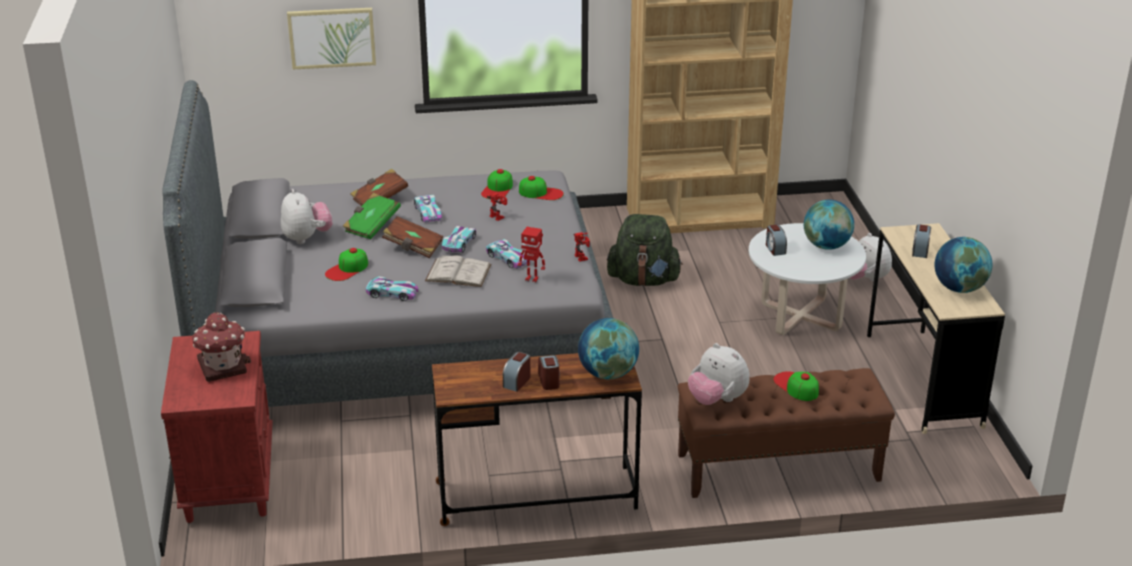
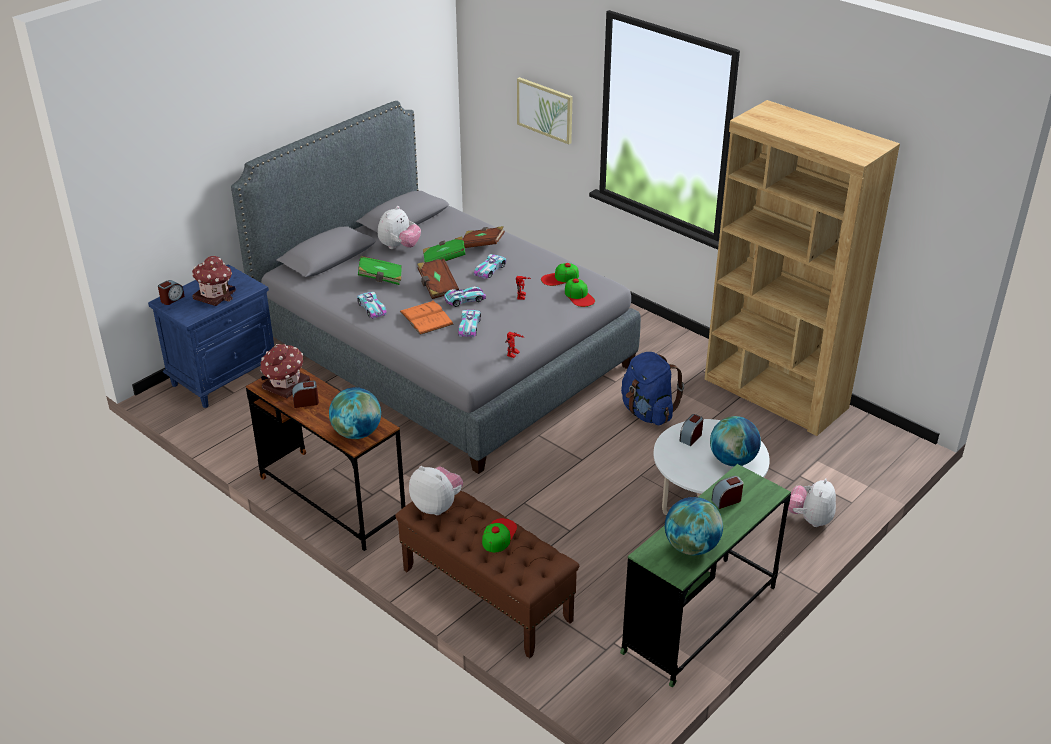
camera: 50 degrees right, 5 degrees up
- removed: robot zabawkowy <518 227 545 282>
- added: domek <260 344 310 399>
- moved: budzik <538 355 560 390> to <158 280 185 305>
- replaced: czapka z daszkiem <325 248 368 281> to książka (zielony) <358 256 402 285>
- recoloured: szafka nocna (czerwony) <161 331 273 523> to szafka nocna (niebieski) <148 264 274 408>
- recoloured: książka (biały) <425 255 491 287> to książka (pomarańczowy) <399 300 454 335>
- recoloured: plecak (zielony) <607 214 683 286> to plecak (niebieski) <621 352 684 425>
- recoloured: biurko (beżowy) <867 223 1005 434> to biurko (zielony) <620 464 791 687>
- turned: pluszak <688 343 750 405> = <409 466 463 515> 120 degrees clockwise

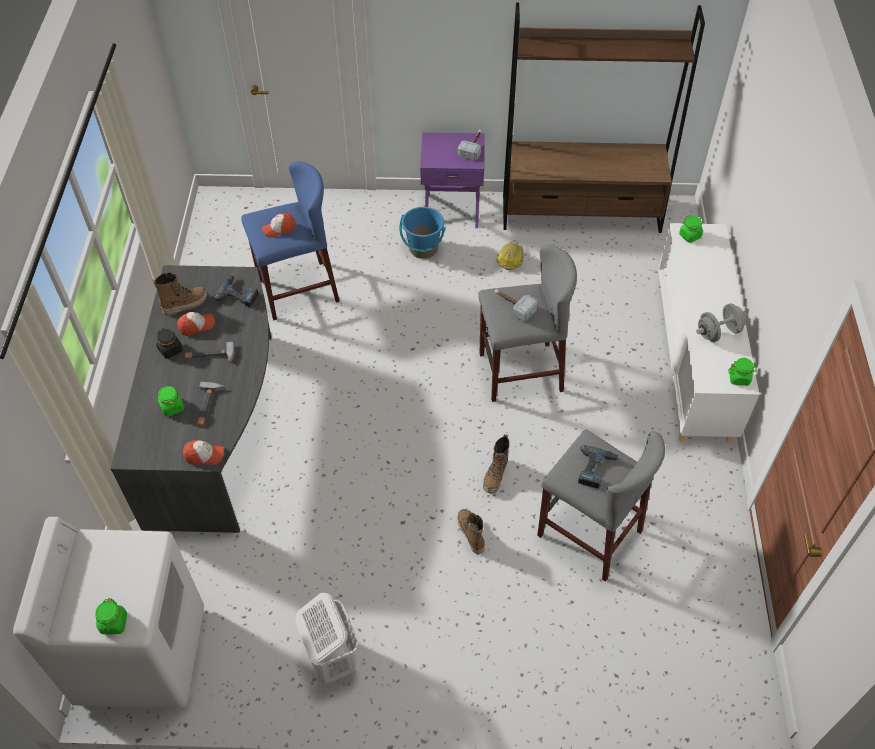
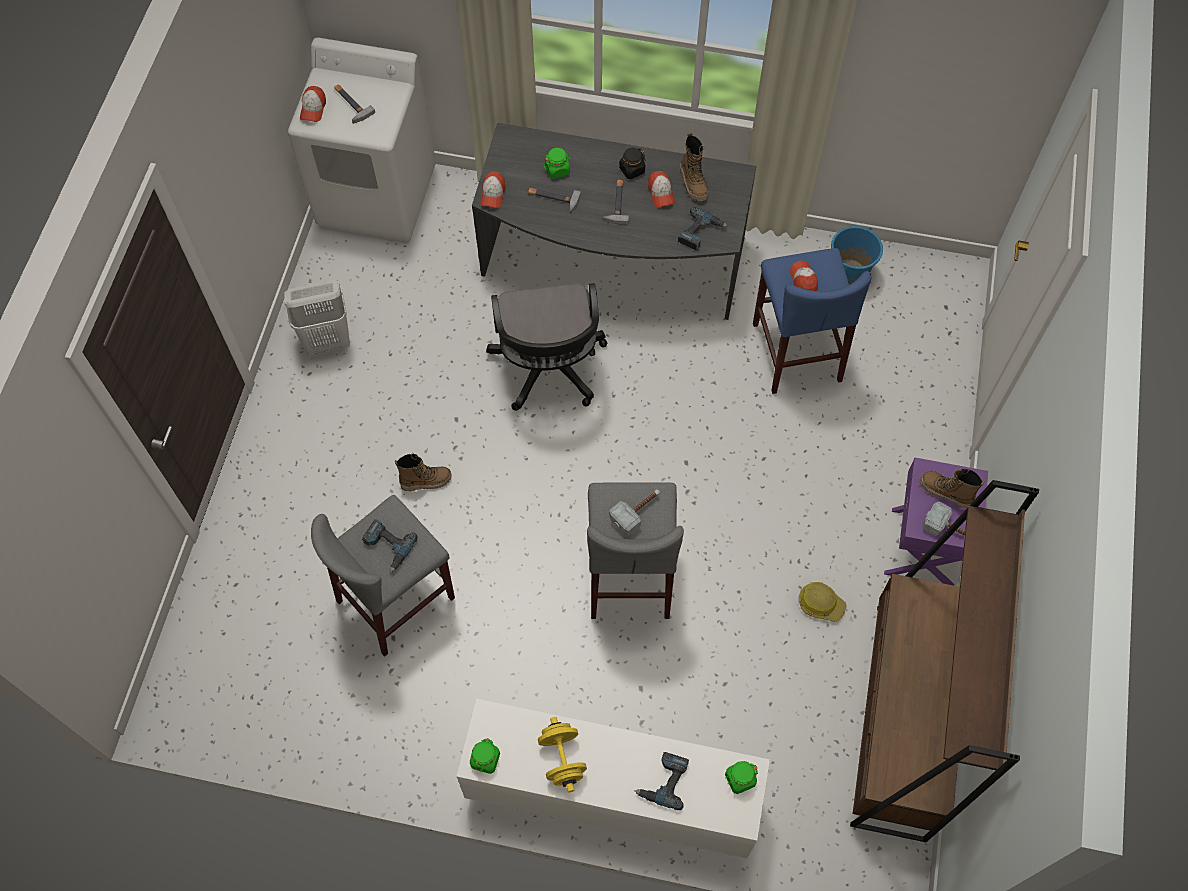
camera: 100 degrees right, 10 degrees up
- added: młotek <334 84 375 124>
- added: krzesło biurowe (czarny) <486 283 607 411>
- added: wiertarka <635 752 689 810>
- moved: wiadro (niebieski) <399 207 446 259> to <831 226 883 285>
- moved: but z cholewką <483 434 509 494> to <919 469 984 508>
- replaced: słoik (zielony) <95 598 127 634> to czapka z daszkiem <300 86 326 122>
- recoloured: hantel (szary) <696 303 747 342> to hantel (żółty) <538 717 587 792>

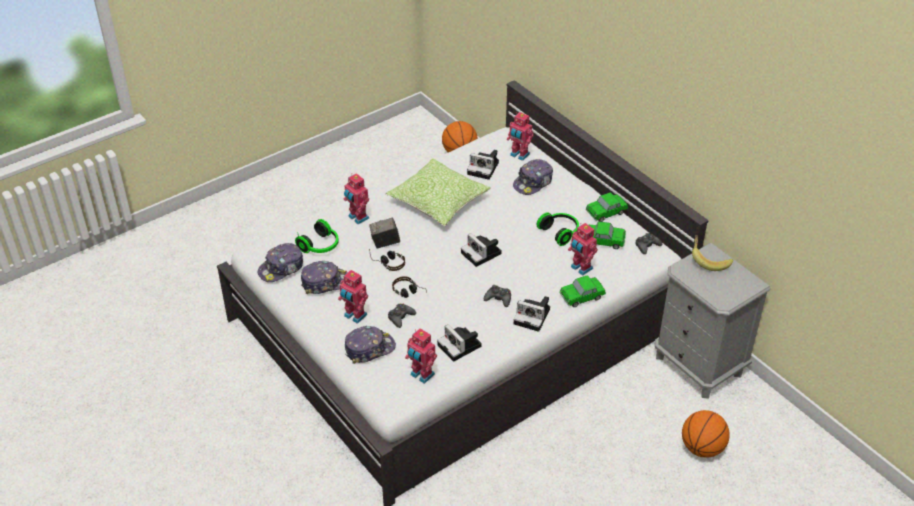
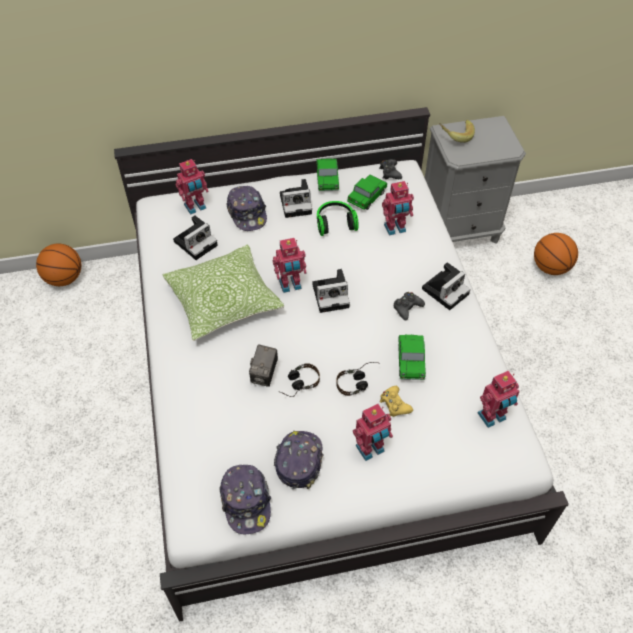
camera: 65 degrees left, 10 degrees up
- removed: słuchawki <295 219 339 253>
- removed: czapka z daszkiem <345 326 396 364>
- moved: robot zabawkowy <344 173 369 224> to <273 238 306 293>
- moved: aparat fotograficzny <437 324 482 362> to <280 179 312 218>
- moved: samochodzik <559 275 606 307> to <398 335 426 380>
- recoloured: pad do gier (czarny) <388 303 416 328> to pad do gier (żółty) <380 386 413 417>

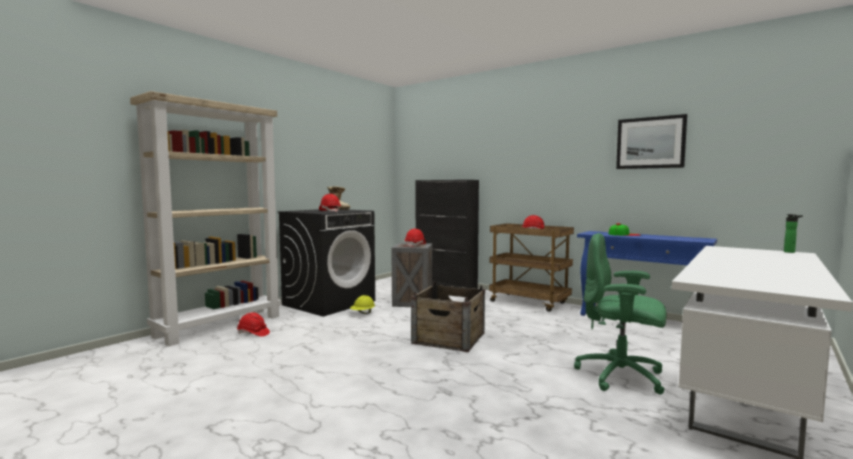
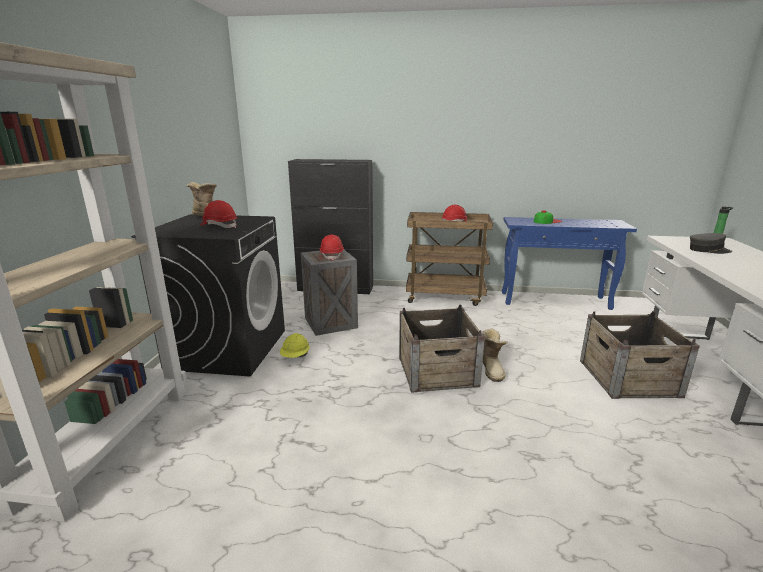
camera: 30 degrees left, 15 degrees up
- removed: kask (czerwony) <237 313 270 337>
- removed: obraz <616 114 687 169>
- added: but z cholewką <483 328 508 382>
- added: czapka z daszkiem (szary) <690 233 732 254>
- replaced: krzesło biurowe (zielony) <574 233 667 395> to skrzynka <580 311 700 399>

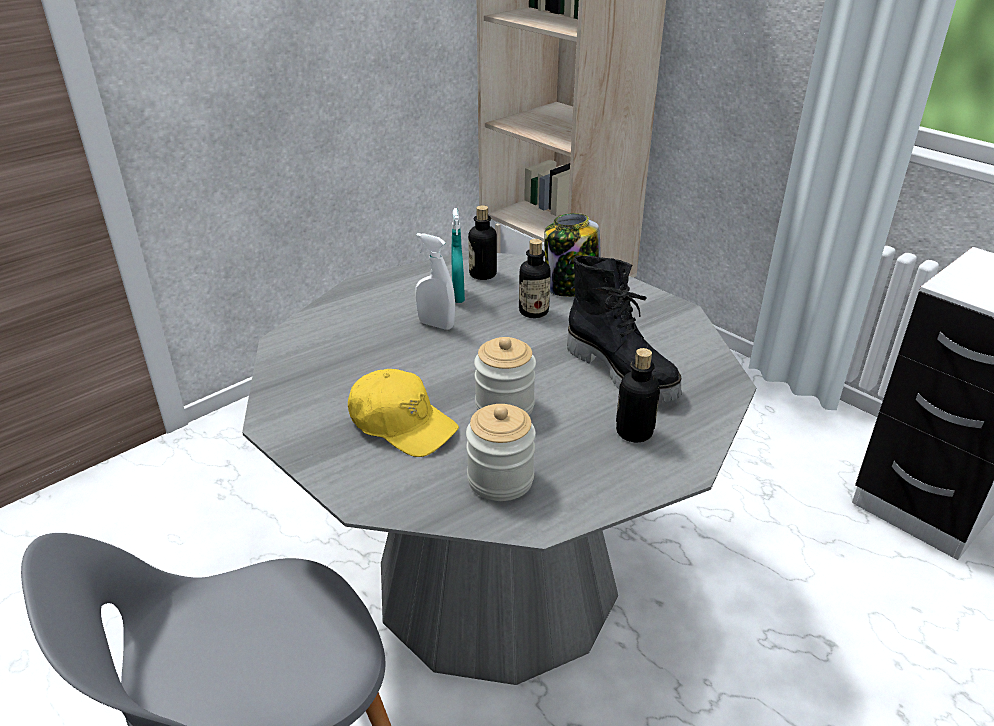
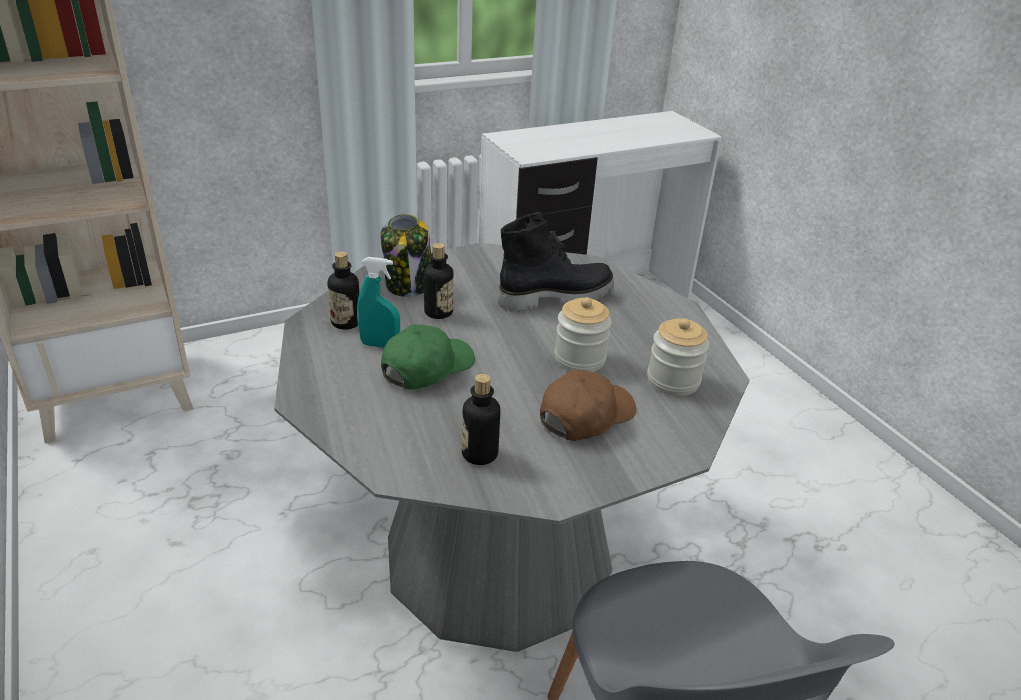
camera: 75 degrees left, 0 degrees up
- moved: butelka <616 348 660 442> to <462 374 500 465>
- replaced: spryskiwacz (biały) <415 233 455 330> to czapka z daszkiem (zielony) <381 324 475 390>
- recoloured: czapka z daszkiem (żółty) <348 369 459 457> to czapka z daszkiem (brązowy) <540 370 636 441>

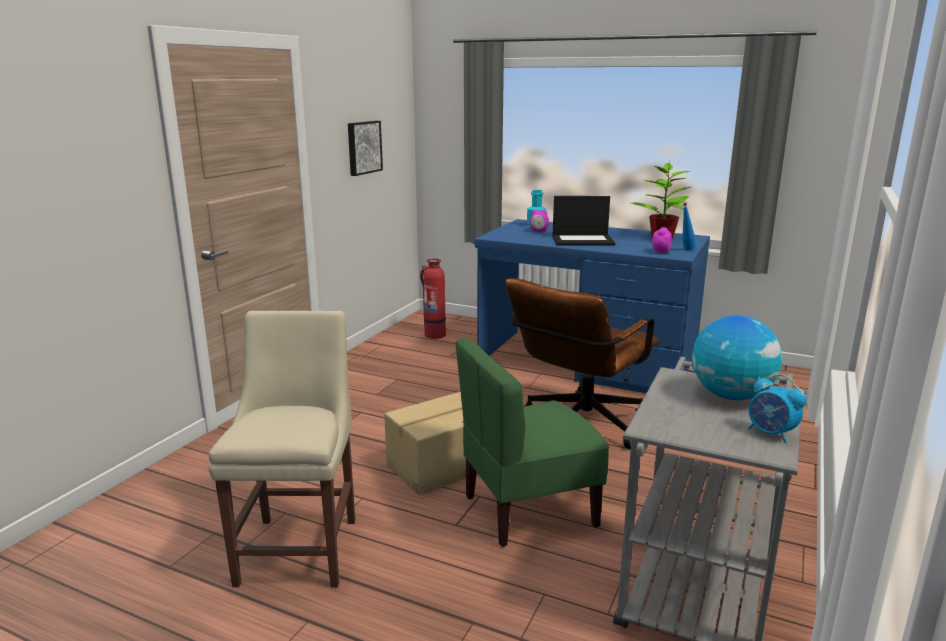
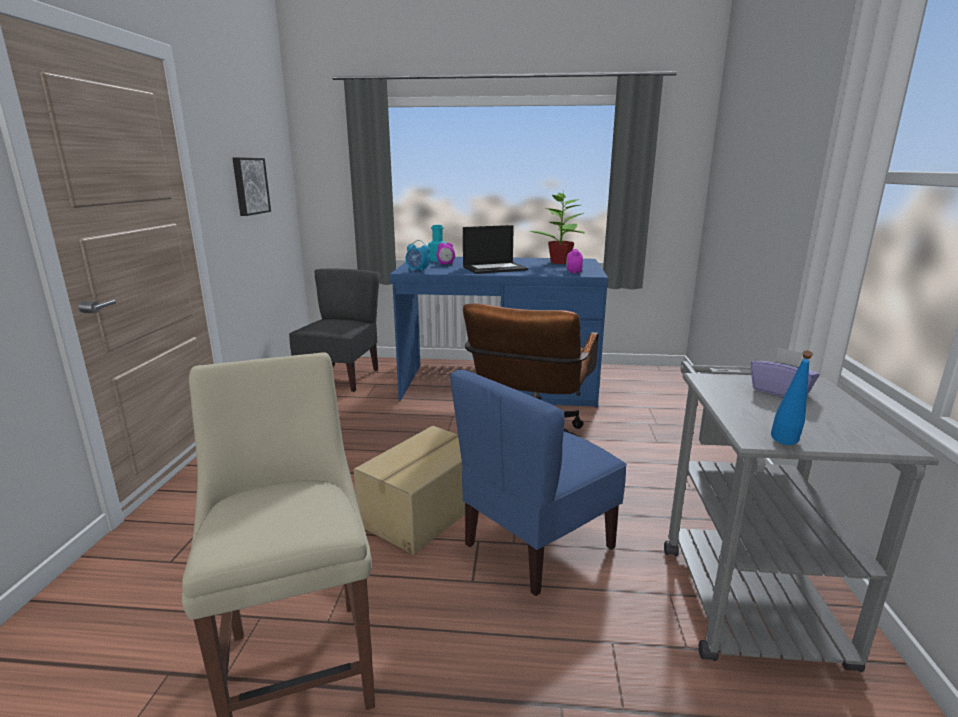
camera: 20 degrees left, 0 degrees up
- moved: butelka (niebieski) <682 203 696 251> to <771 351 813 445>
- moved: budzik <748 374 807 443> to <406 240 430 272>
- replaced: gaśnica <420 259 446 339> to krzesło (szary) <289 268 380 392>
- replaced: globus <692 315 782 400> to pudełko chusteczek (fioletowy) <751 347 820 397>
- recoloured: krzesło (zielony) <455 338 609 547> to krzesło (niebieski) <450 370 627 596>

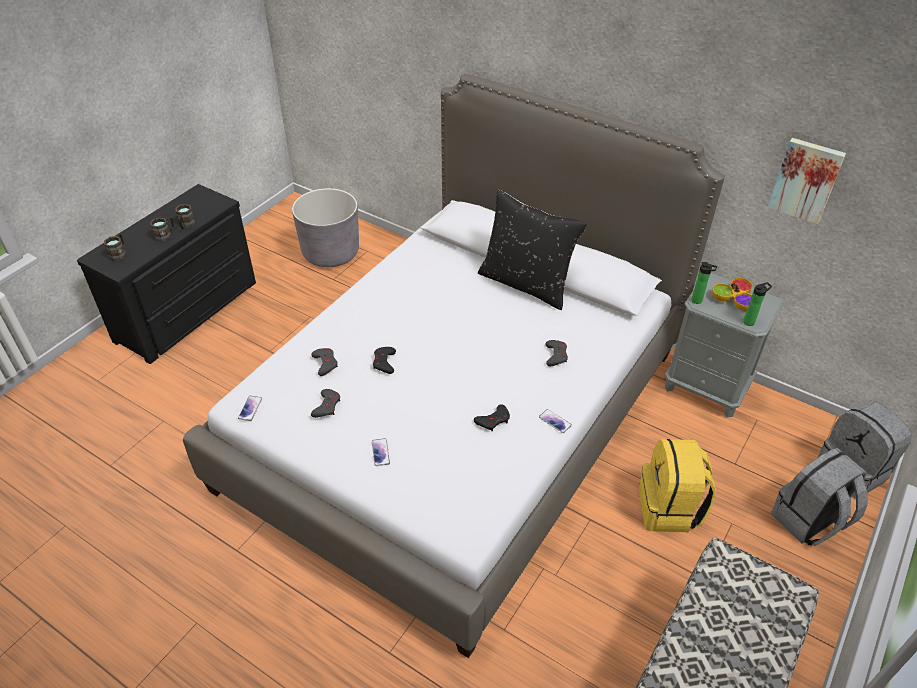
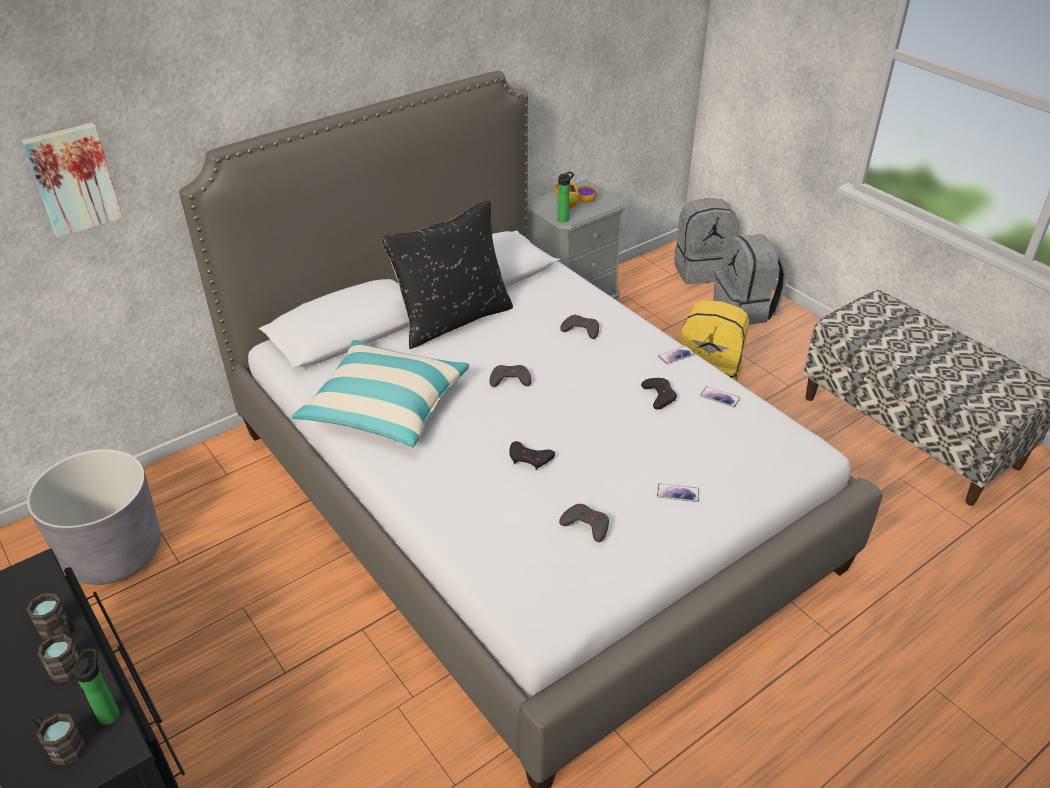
camera: 70 degrees left, 5 degrees down
- added: poduszka <292 339 470 447>
- moved: telefon <238 396 262 421> to <700 386 740 407>
- moved: pad do gier (szary) <311 348 338 376> to <490 365 532 387>
- moved: butelka <743 282 772 326> to <73 649 120 725>
- moved: obraz <768 138 846 224> to <21 123 123 237>

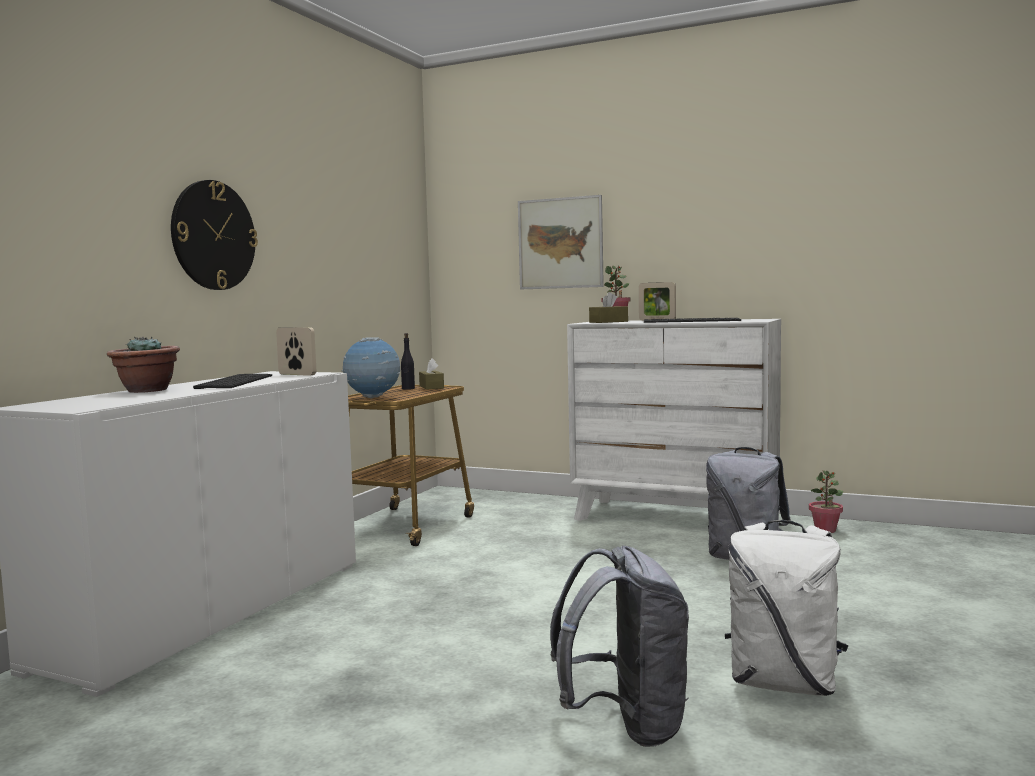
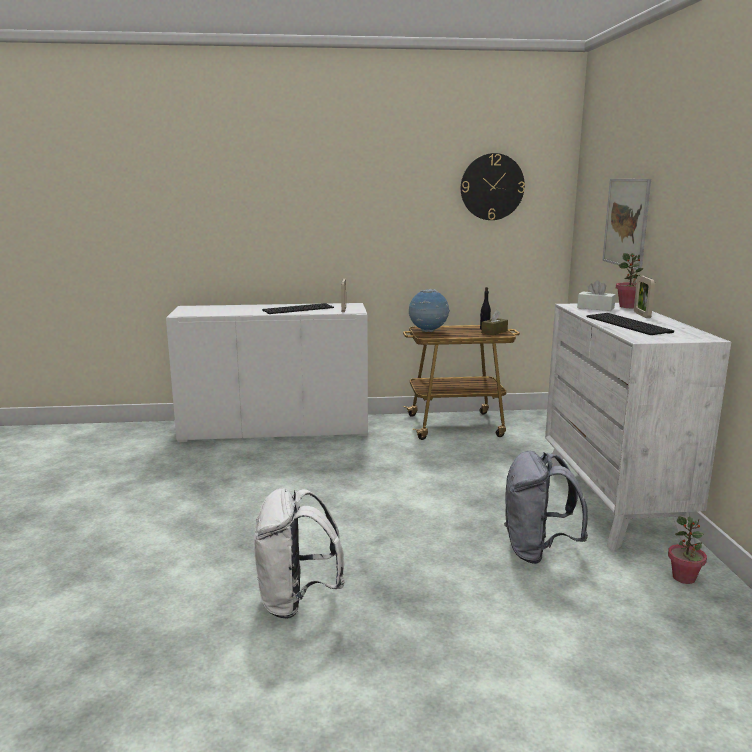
camera: 60 degrees right, 10 degrees up
- removed: roślina doniczkowa <107 336 180 393>
- removed: plecak (szary) <550 546 689 747>
- moved: zegar ścienny <171 180 258 290> to <461 153 525 220>
- recoloured: pudełko chusteczek (brązowy) <589 292 628 323> to pudełko chusteczek (biały) <577 280 616 311>

